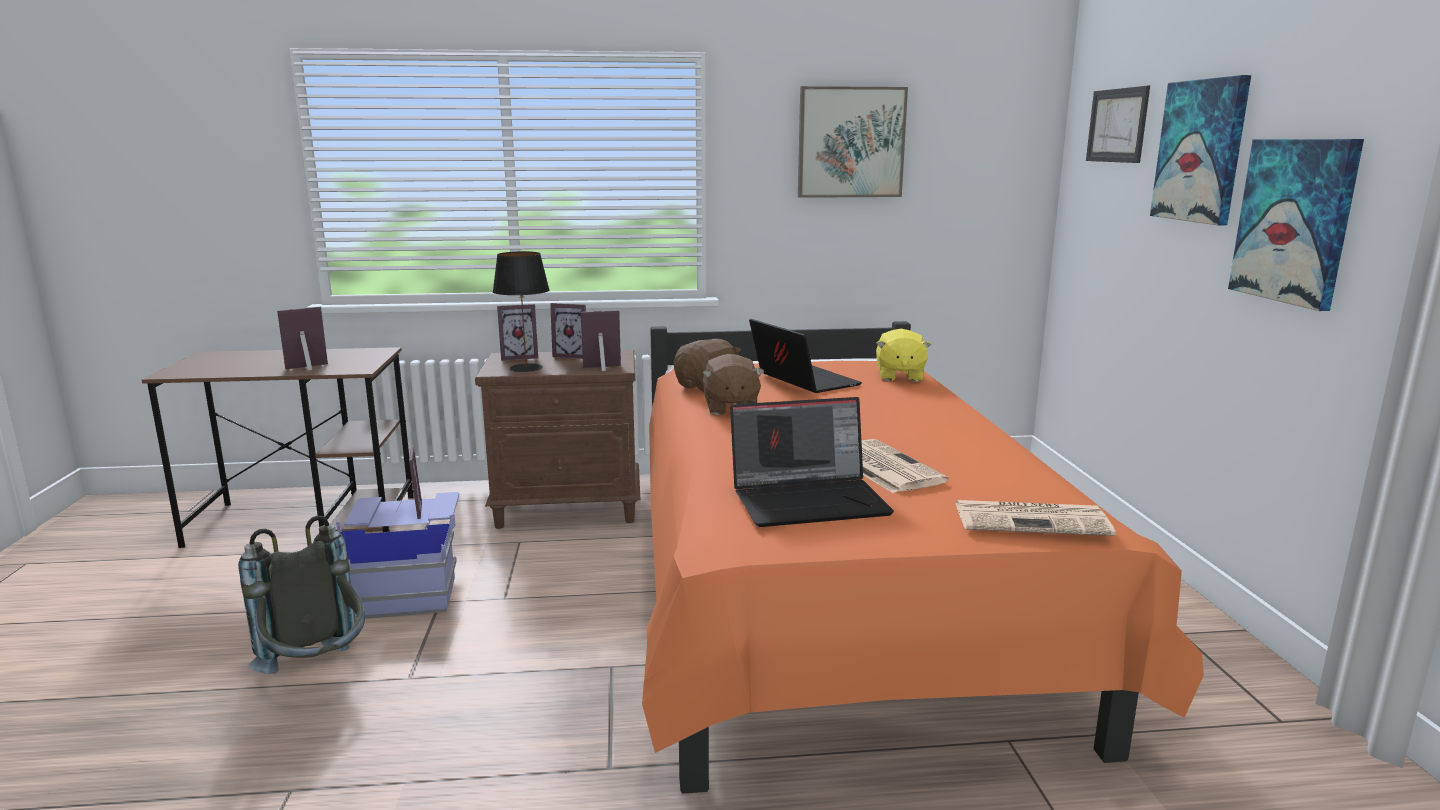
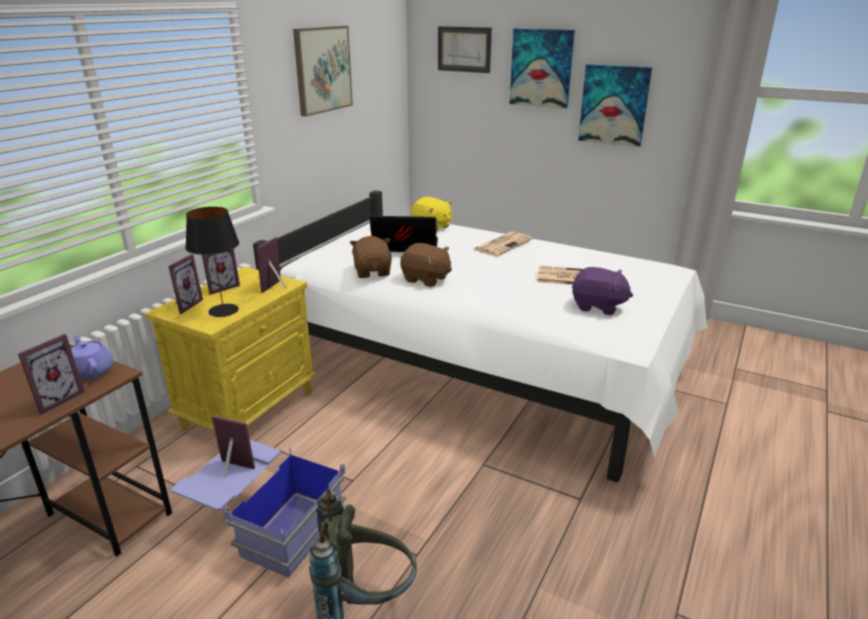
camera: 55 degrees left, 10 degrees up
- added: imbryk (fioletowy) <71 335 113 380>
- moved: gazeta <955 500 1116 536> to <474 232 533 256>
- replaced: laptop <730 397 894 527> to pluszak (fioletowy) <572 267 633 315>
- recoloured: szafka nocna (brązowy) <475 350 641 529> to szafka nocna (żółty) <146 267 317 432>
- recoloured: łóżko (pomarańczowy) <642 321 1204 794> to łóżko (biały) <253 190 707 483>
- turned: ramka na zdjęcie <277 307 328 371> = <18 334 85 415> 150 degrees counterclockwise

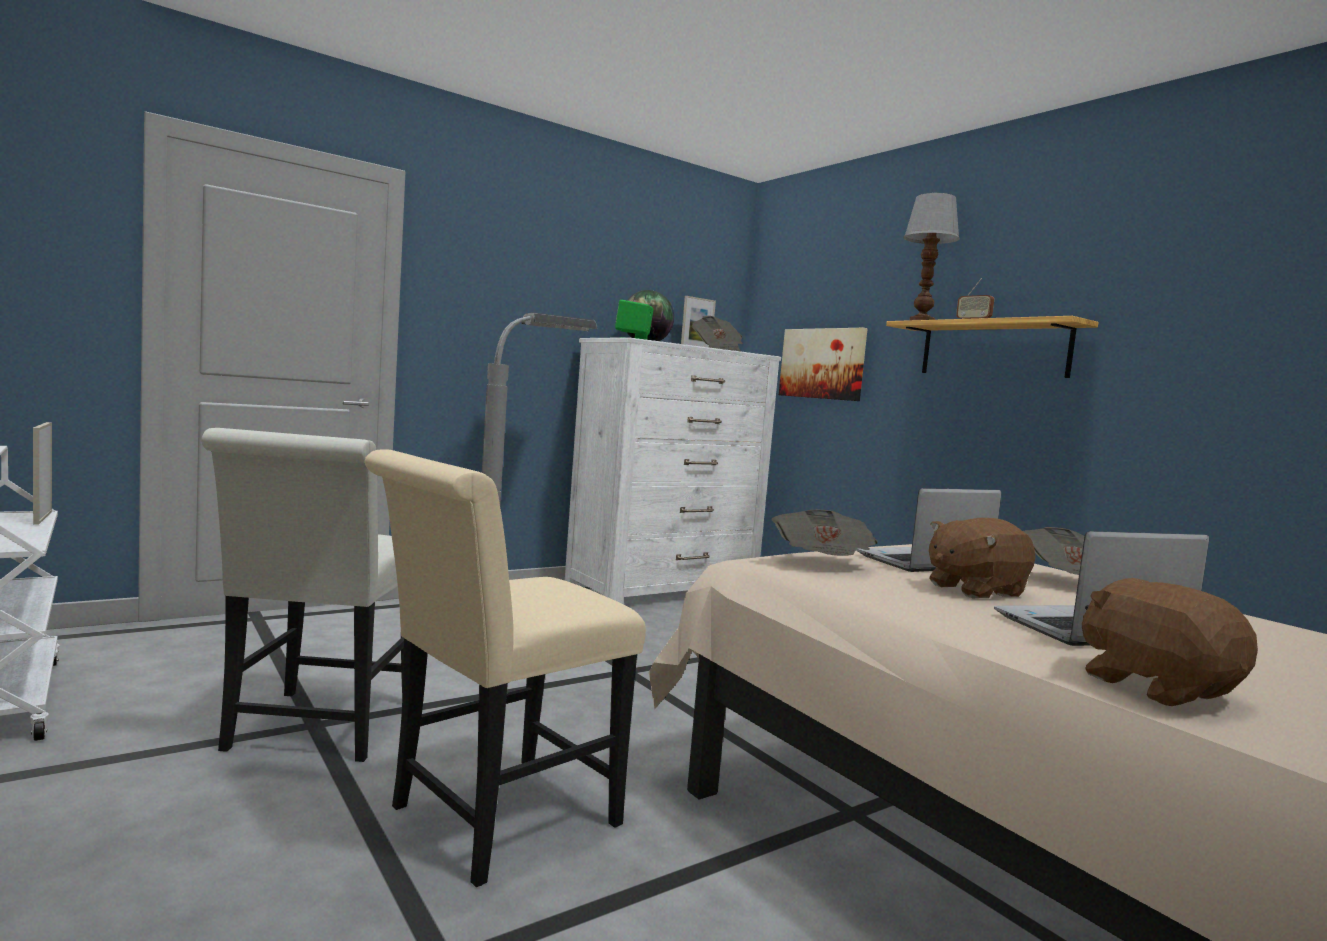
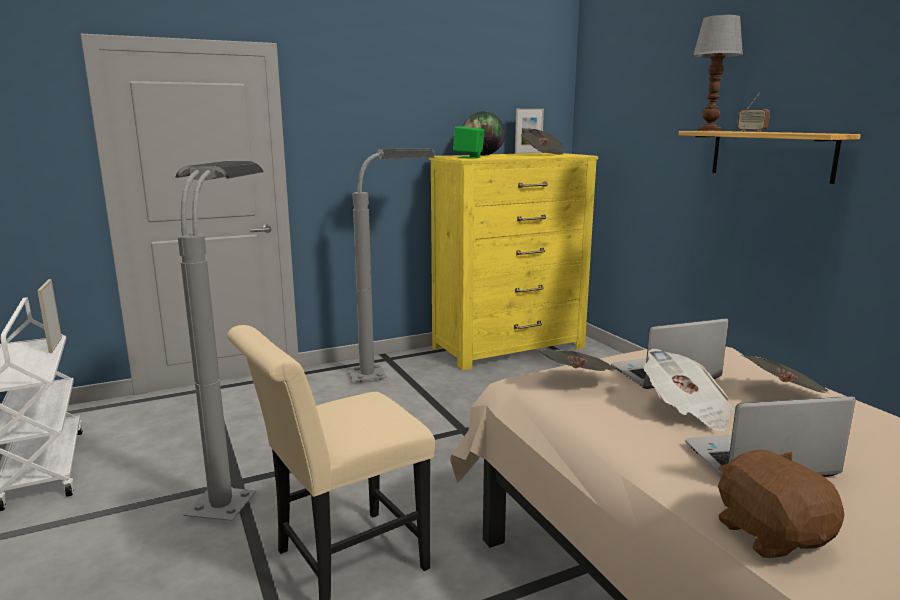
camera: 10 degrees right, 10 degrees up
- removed: obraz <779 328 868 401>
- replaced: krzesło (biały) <201 428 404 762> to lampa stojąca (szary) <175 161 264 521>
- replaced: pluszak (brązowy) <929 518 1036 598> to gazeta <644 349 735 432>
- recoloured: komoda (biały) <565 337 781 604> to komoda (żółty) <429 153 598 370>

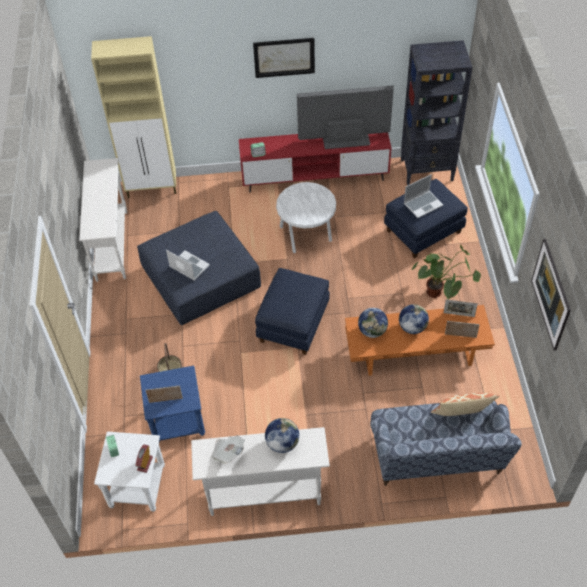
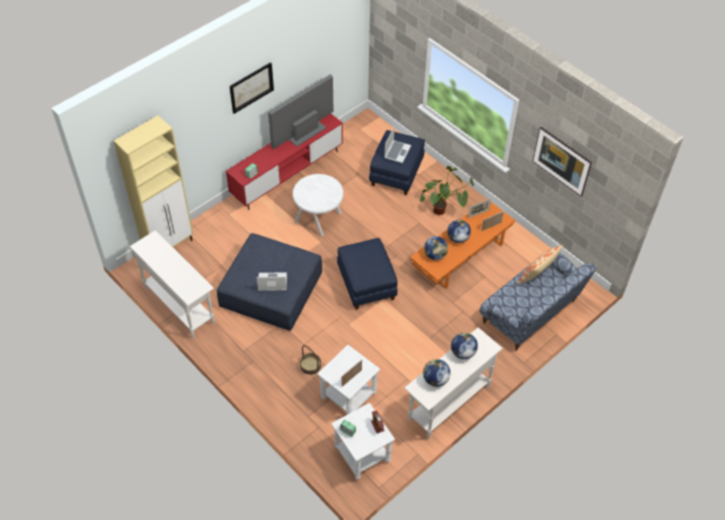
camera: 40 degrees left, 0 degrees up
- removed: regał (czarny) <401 40 473 185>
- replaced: gazeta <211 435 245 463> to globus <423 359 450 387>
- recoloured: stolik (niebieski) <140 366 205 443> to stolik (biały) <317 345 380 415>

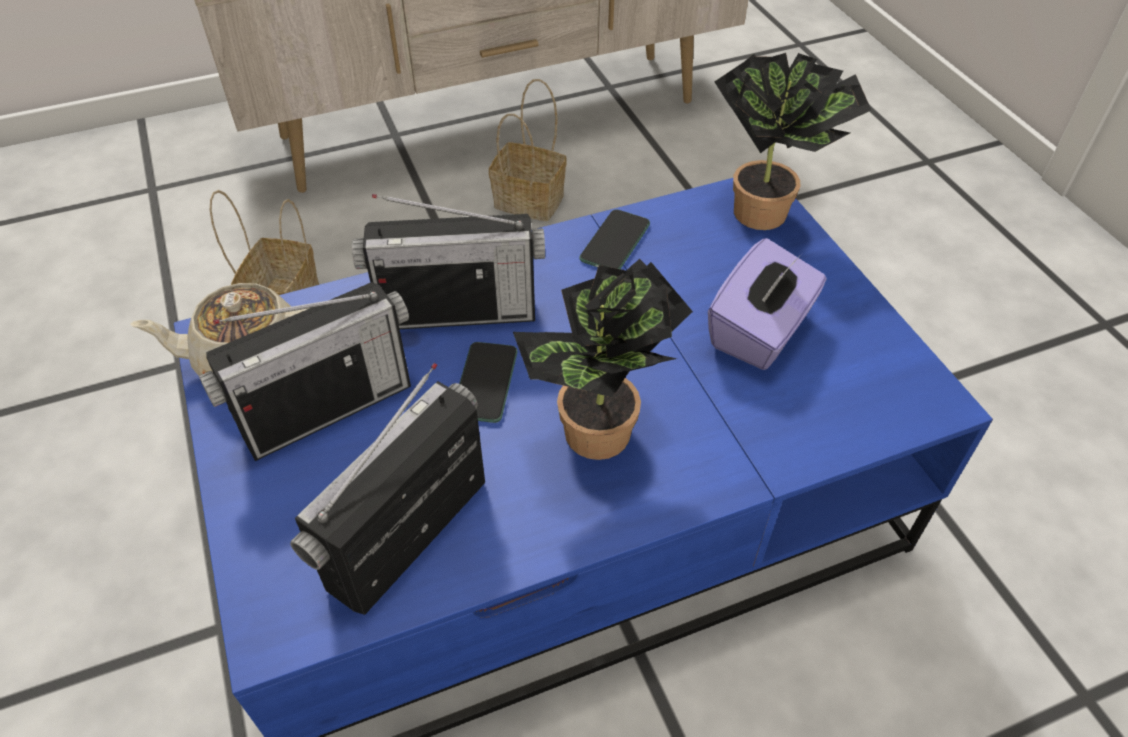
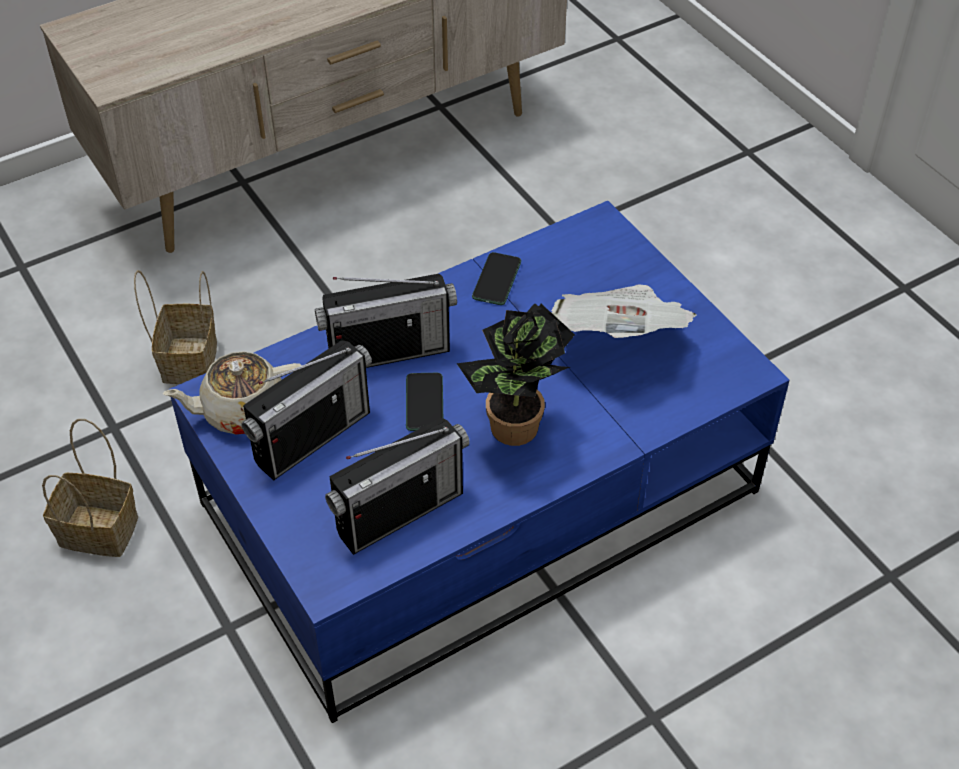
camera: 10 degrees left, 0 degrees up
- removed: roślina doniczkowa <714 53 871 230>
- moved: koszyk <489 79 567 221> to <42 419 138 557>
- replaced: pudełko chusteczek (fioletowy) <708 238 827 370> to gazeta <551 284 697 338>
- turned: radio <290 363 485 615> = <325 418 470 555> 150 degrees counterclockwise

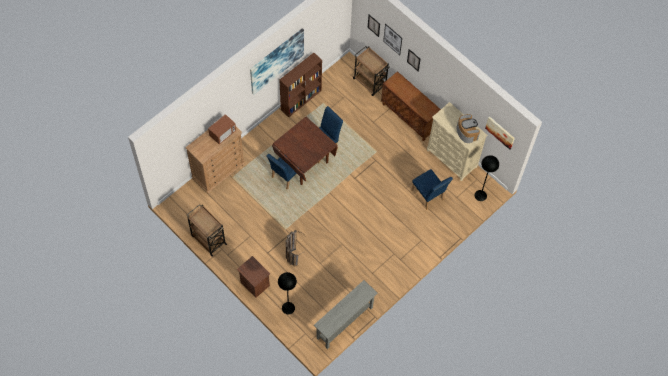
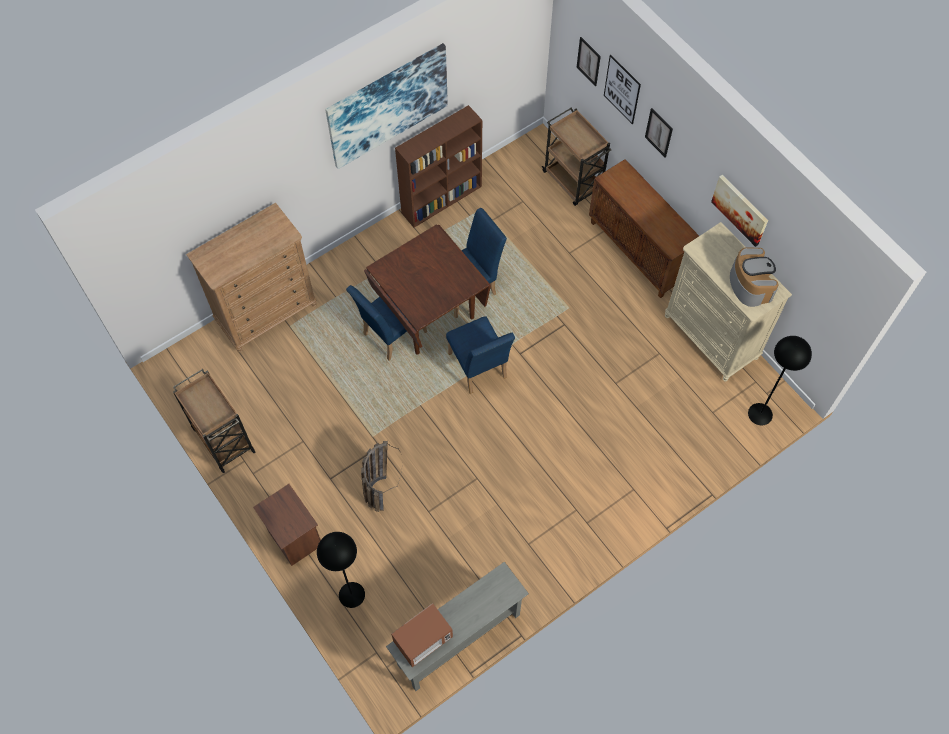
camera: 10 degrees right, 0 degrees up
- moved: mikrofalówka <208 114 236 144> to <391 603 453 667>
- moved: krzesło (niebieski) <411 169 453 210> to <446 316 515 394>
- moved: obraz <485 117 515 150> to <711 175 768 247>

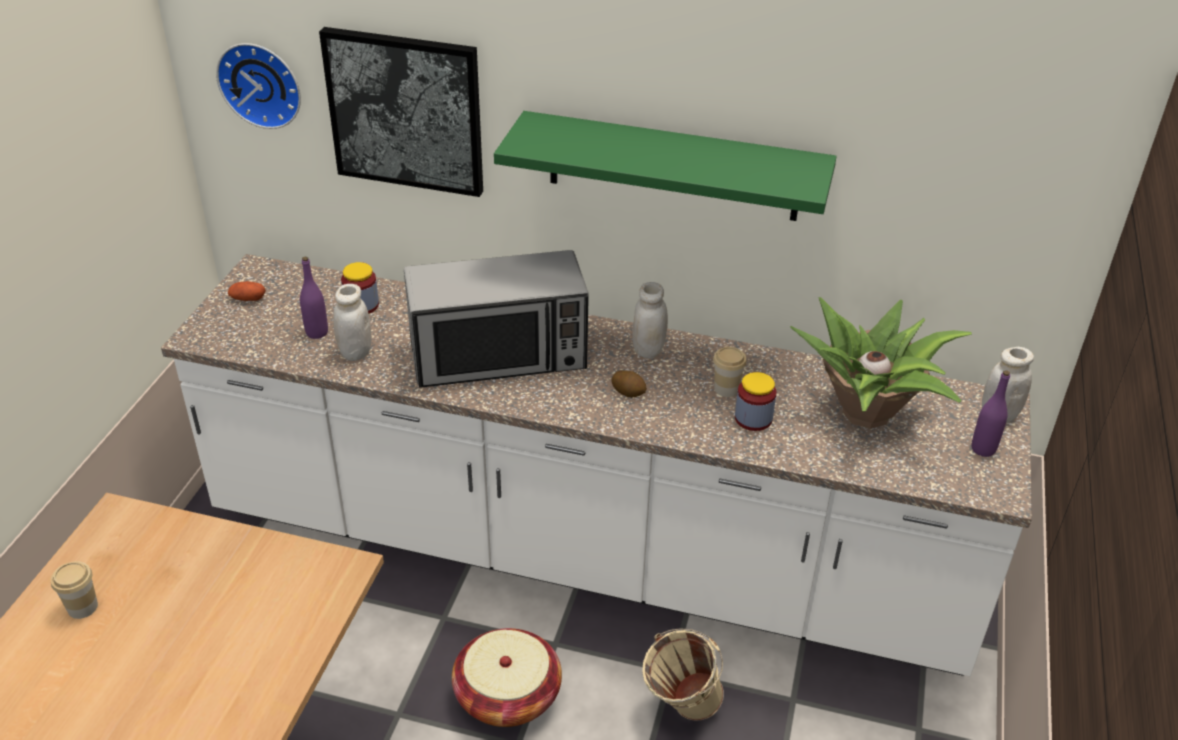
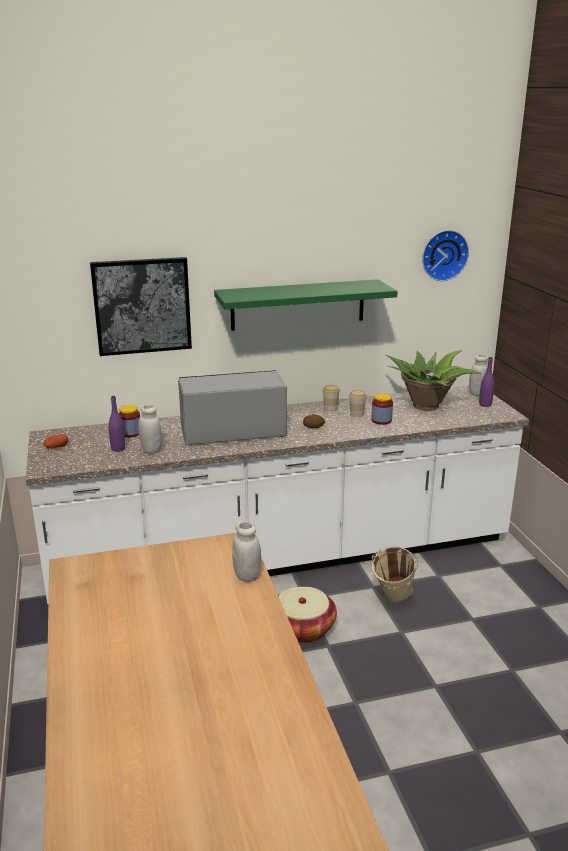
camera: 30 degrees left, 15 degrees down
- moved: filiżanka <51 561 98 619> to <322 385 340 412>
- moved: zegar ścienny <216 43 301 129> to <422 230 469 281>
- moved: słoik (biały) <632 282 668 359> to <232 521 261 582>
- turned: mikrofalówka <404 250 589 388> = <178 370 287 445> 150 degrees counterclockwise

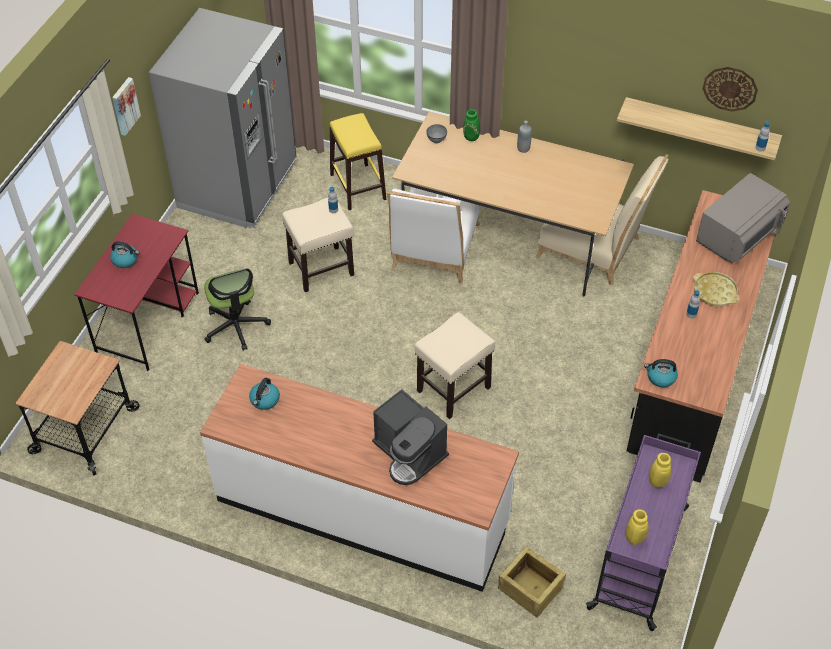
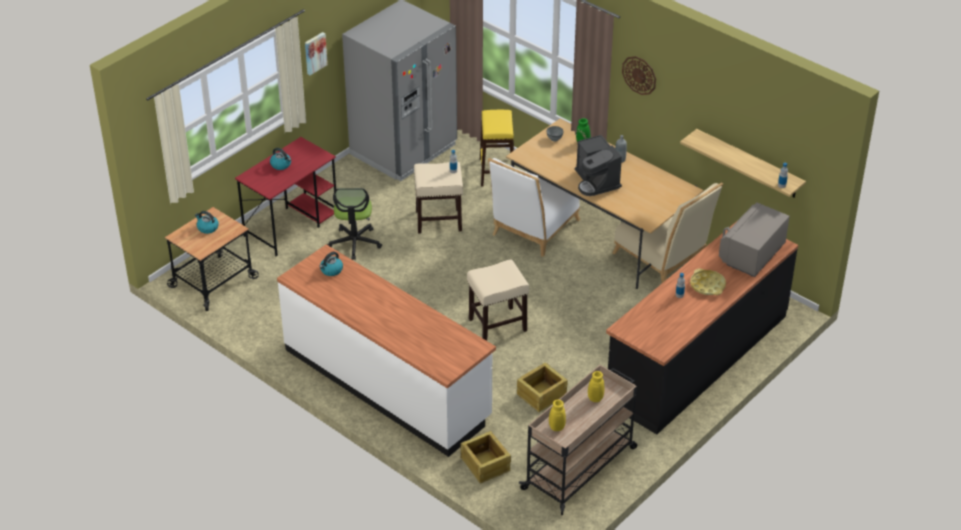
camera: 20 degrees right, 10 degrees down
- added: skrzynka <517 362 567 412>
- moved: ekspres do kawy <372 389 449 485> to <575 135 622 196>
- moved: czajnik <644 359 678 387> to <195 211 219 234>
- moved: zegar ścienny <703 67 758 112> to <622 56 656 95>
- recoloured: wózek (fioletowy) <586 433 701 631> to wózek (beżowy) <519 365 637 515>
- turned: mikrofalówka (szary) <696 173 790 263> = <719 203 790 277> 150 degrees clockwise

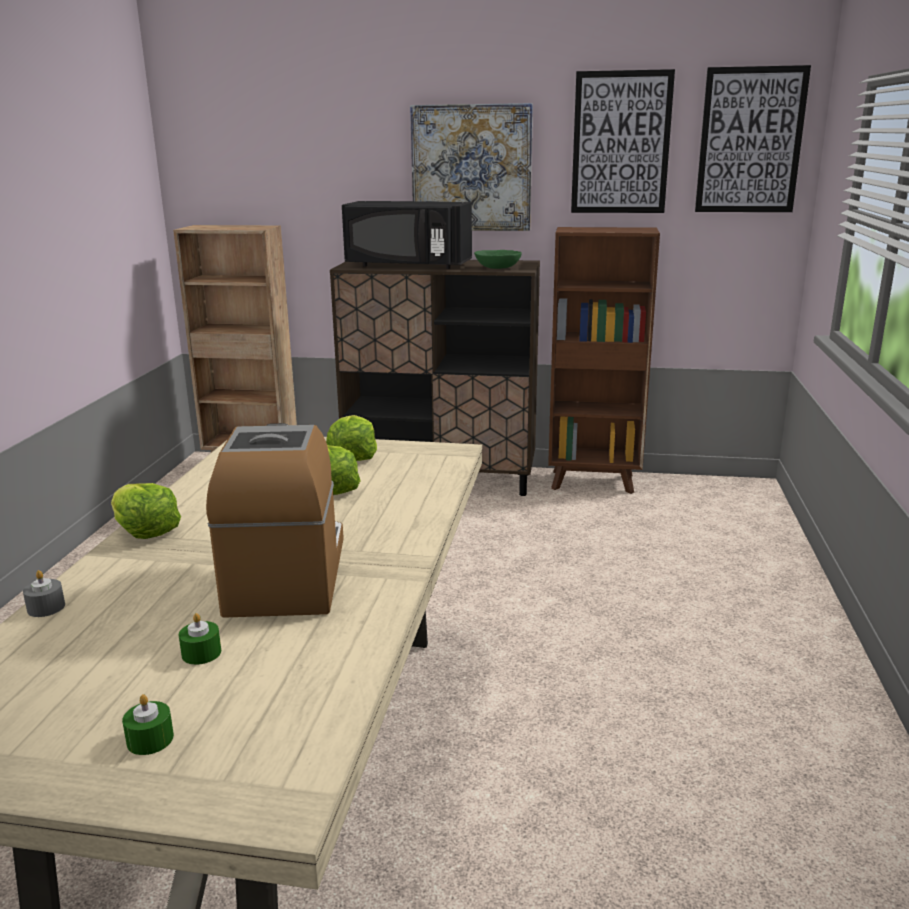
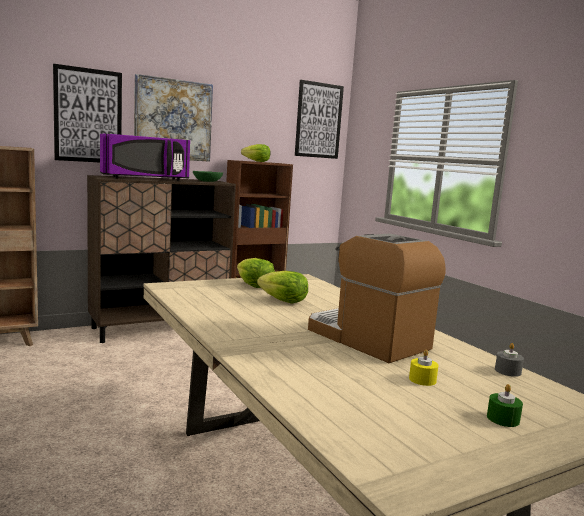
camera: 40 degrees left, 10 degrees down
- moved: świeca (szary) <23 570 65 617> to <495 343 524 377>
- moved: sałata <111 483 181 539> to <241 144 270 162>
- moved: obraz <571 69 675 213> to <53 64 122 162>
- recoloured: świeca (zielony) <178 613 221 665> to świeca (żółty) <409 349 439 386>
- recoloured: mikrofalówka (czarny) <342 201 472 269> to mikrofalówka (fioletowy) <100 134 190 181>

